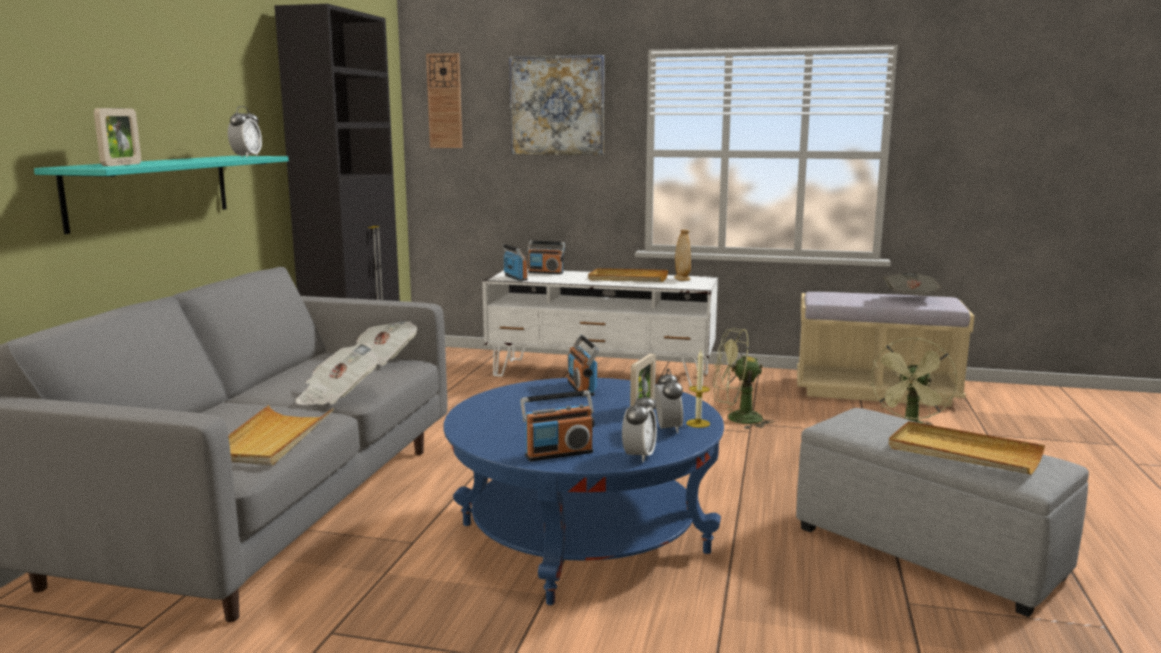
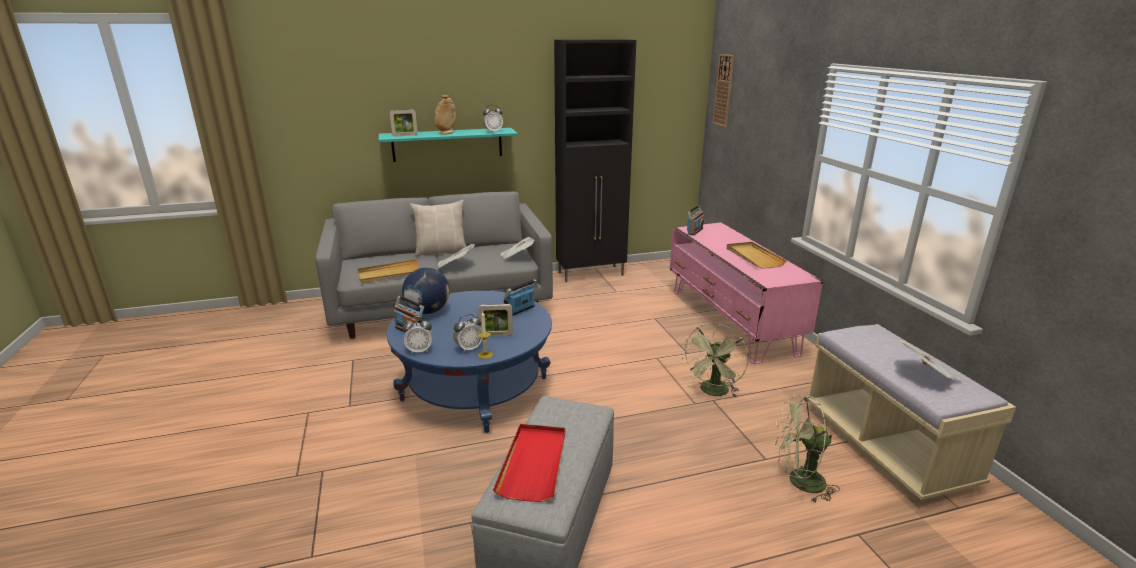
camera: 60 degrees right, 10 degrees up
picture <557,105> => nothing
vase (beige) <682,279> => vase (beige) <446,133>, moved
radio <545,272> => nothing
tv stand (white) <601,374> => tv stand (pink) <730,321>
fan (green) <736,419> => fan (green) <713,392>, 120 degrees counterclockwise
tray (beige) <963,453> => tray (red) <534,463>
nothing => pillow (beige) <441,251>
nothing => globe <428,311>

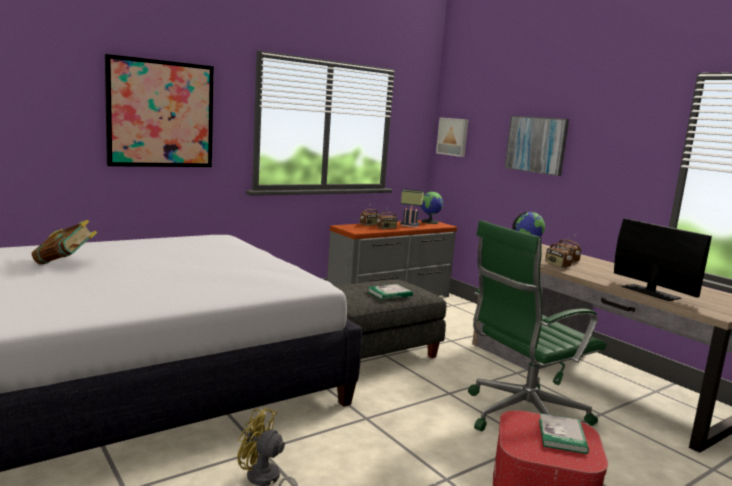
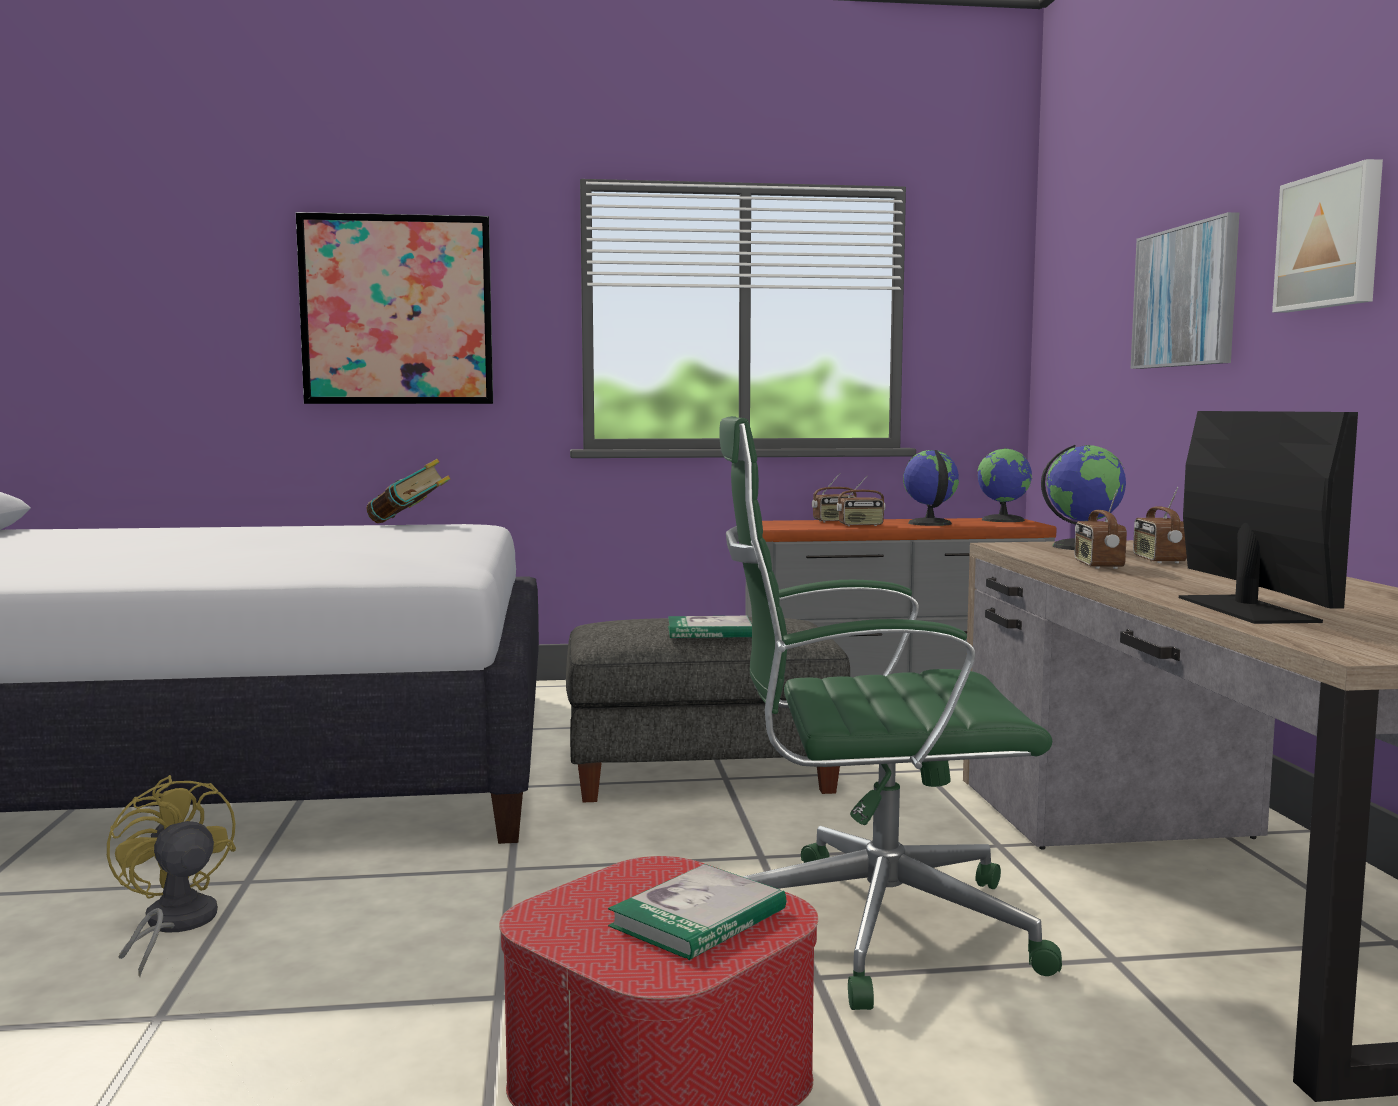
camera: 30 degrees right, 5 degrees down
picture <453,136> => picture <1331,240>, moved
table lamp <408,226> => globe <929,523>
book <65,263> => book <409,523>, moved

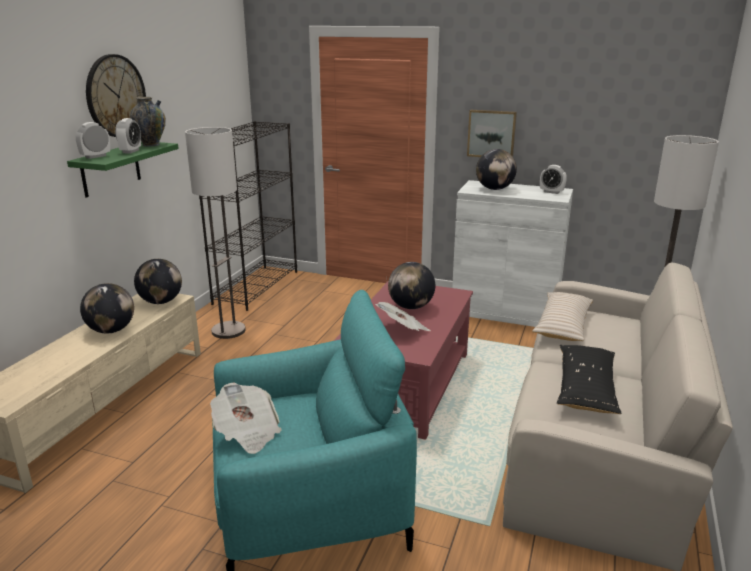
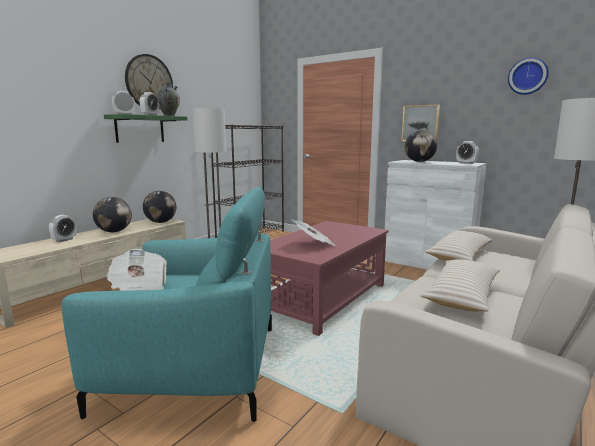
camera: 15 degrees right, 10 degrees down
globe <411,307> => nothing
pillow (black) <585,388> => pillow (beige) <462,295>
nothing => wall clock <528,76>
nothing => alarm clock <64,240>

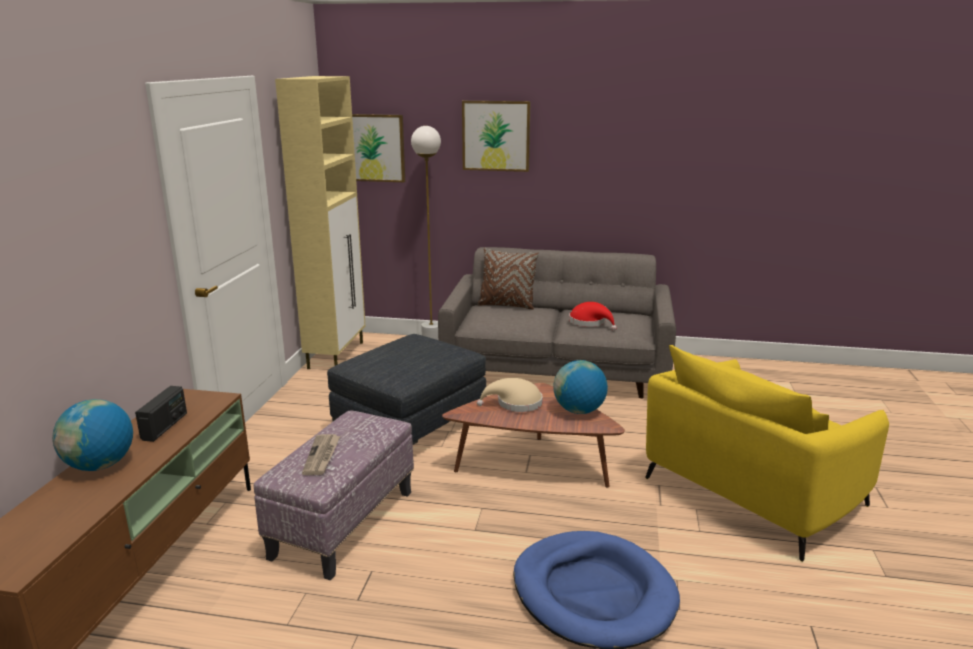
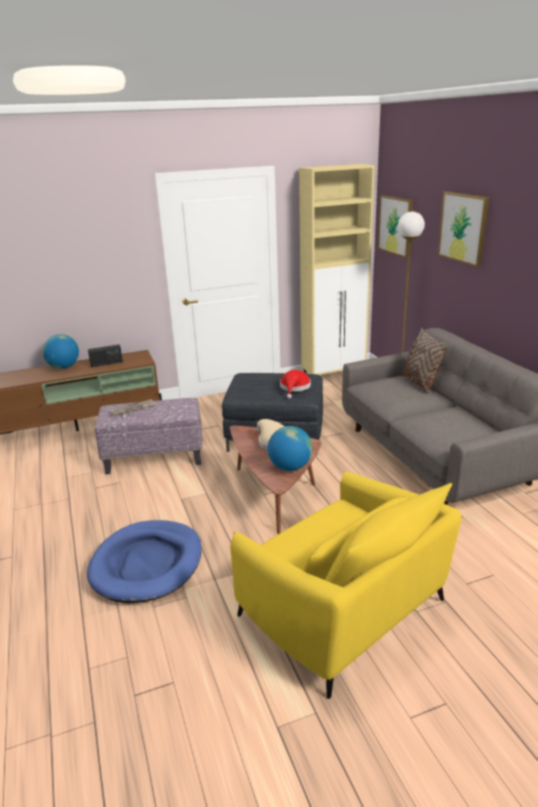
camera: 60 degrees right, 5 degrees up
hat (red) <590,322> => hat (red) <294,387>, moved
armchair (yellow) <750,492> => armchair (yellow) <342,610>, 150 degrees counterclockwise

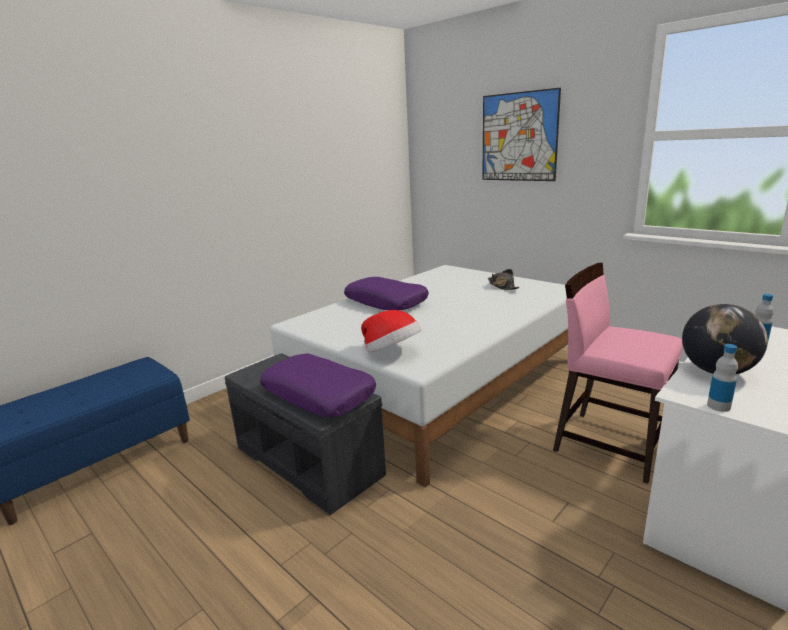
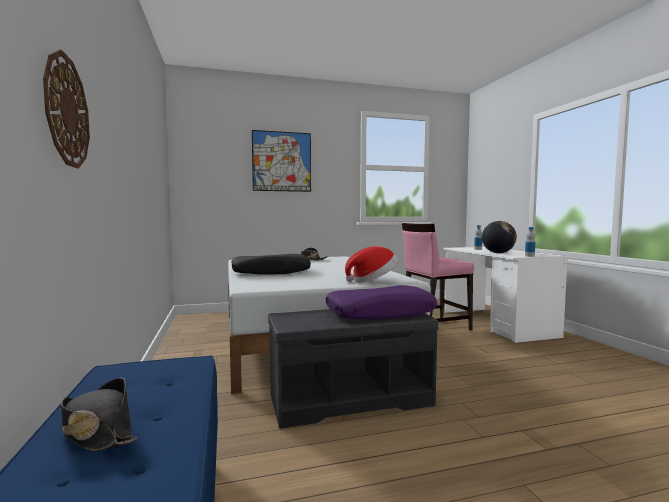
camera: 60 degrees left, 15 degrees down
pillow (purple) <386,302> => pillow (black) <271,272>
nothing => wall clock <66,111>
nothing => hat (black) <97,430>

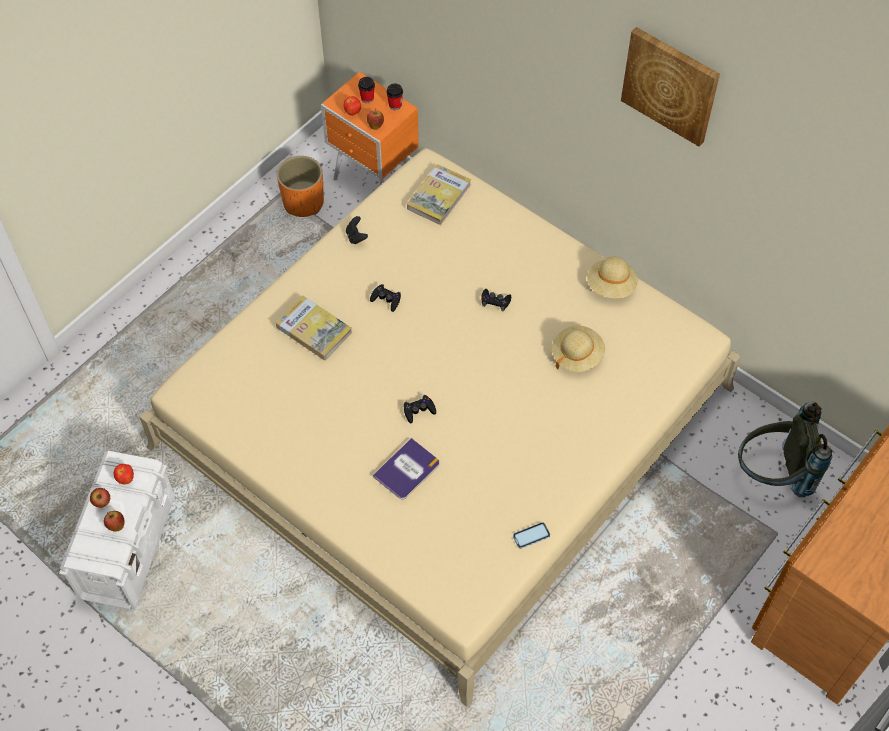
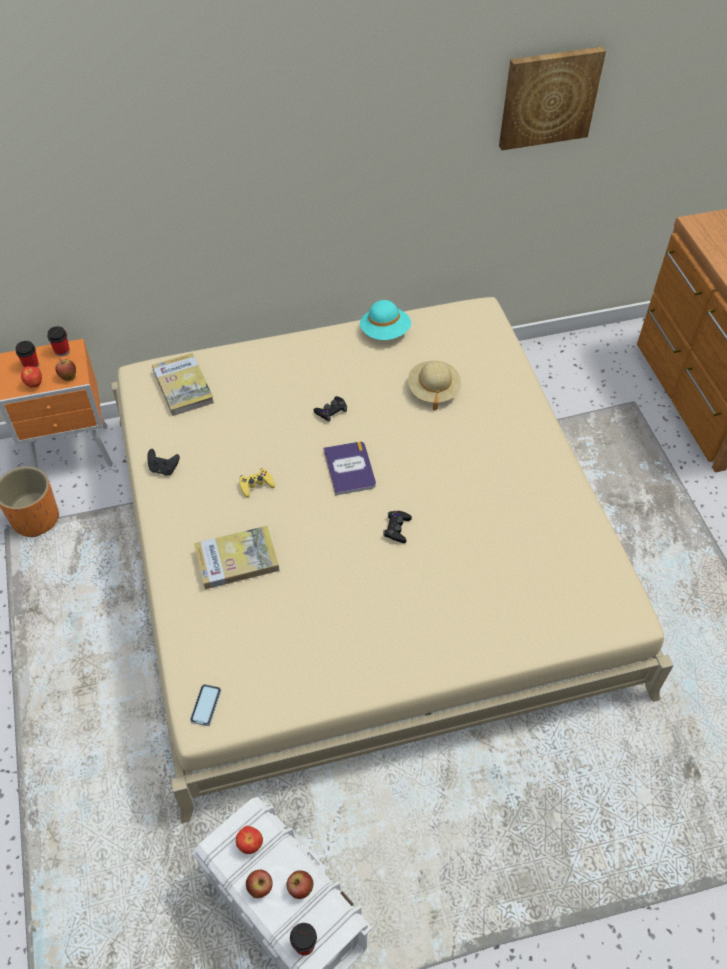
camera: 55 degrees left, 5 degrees down
picture <670,85> => picture <549,97>, moved
hat (beige) <611,286> => hat (turquoise) <385,332>
game controller (black) <386,299> => game controller (yellow) <256,485>
backpack (grey) <772,475> => nothing
book <407,470> => book <349,468>, moved
phone <531,536> => phone <206,705>, moved
nothing => cup <304,944>

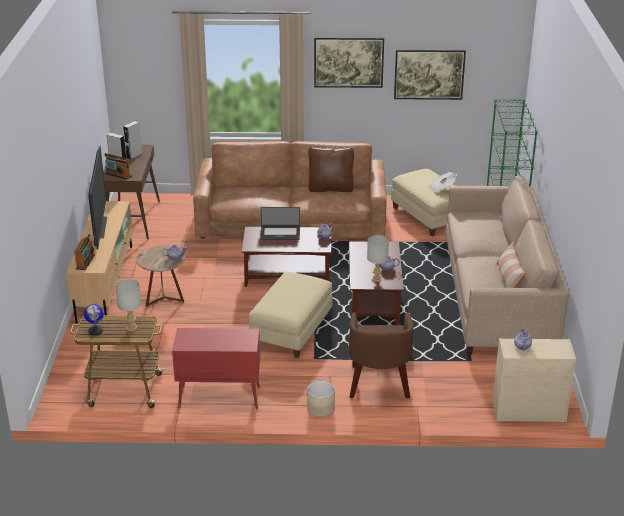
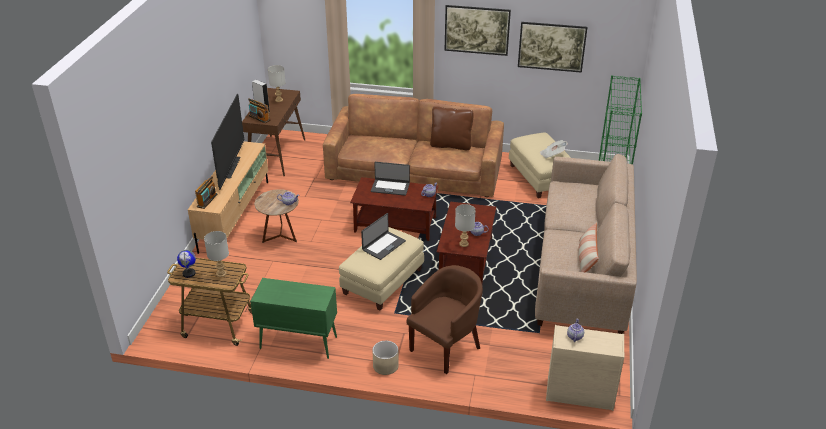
camera: 10 degrees right, 5 degrees up
speaker (grey) <134,156> => table lamp (grey) <279,100>
armchair (brown) <378,384> => armchair (brown) <446,347>, 150 degrees counterclockwise
cabinet (red) <218,397> => cabinet (green) <297,342>
nothing => laptop <383,245>

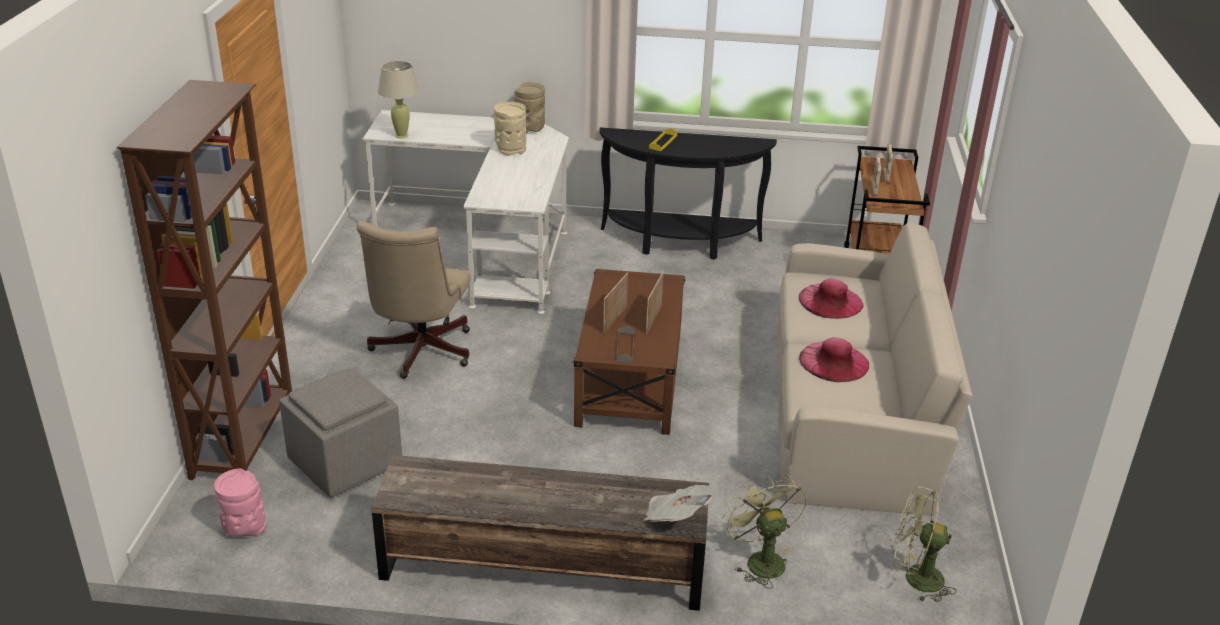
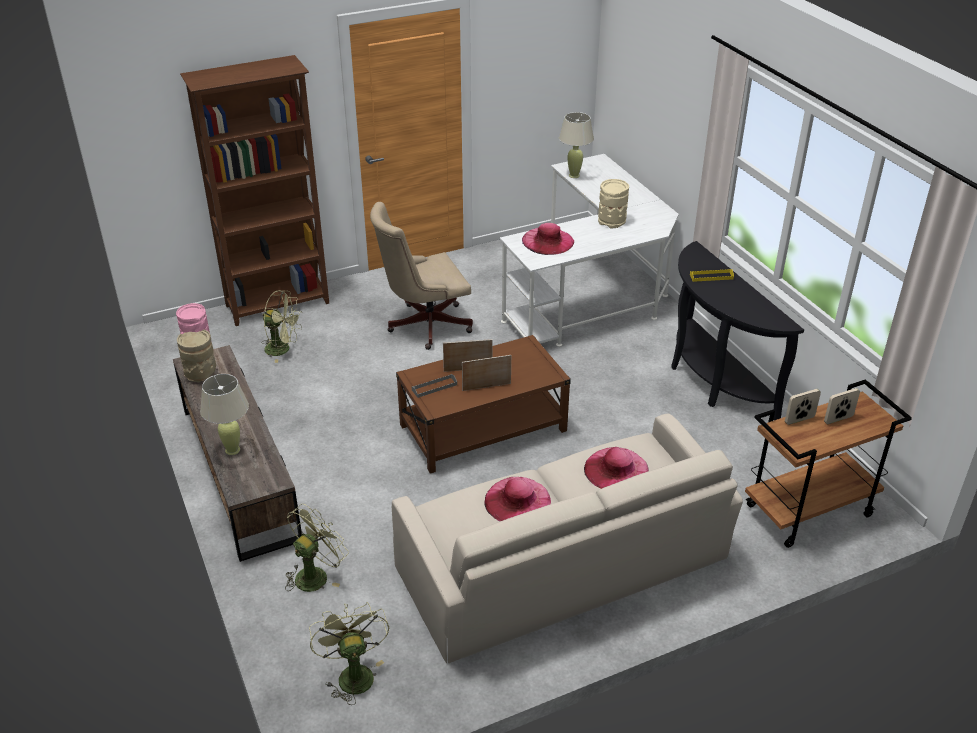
camera: 60 degrees right, 5 degrees up
vase (beige) <530,128> => vase (beige) <201,375>, moved
ottoman (grey) <344,462> => fan (green) <283,349>
newspaper <676,517> => nothing
nothing => hat (pink) <548,241>
nothing => table lamp (beige) <232,450>

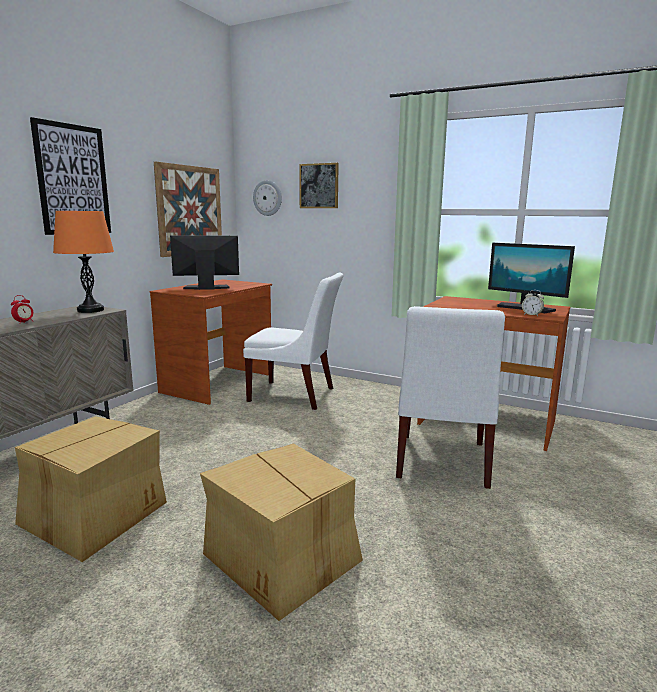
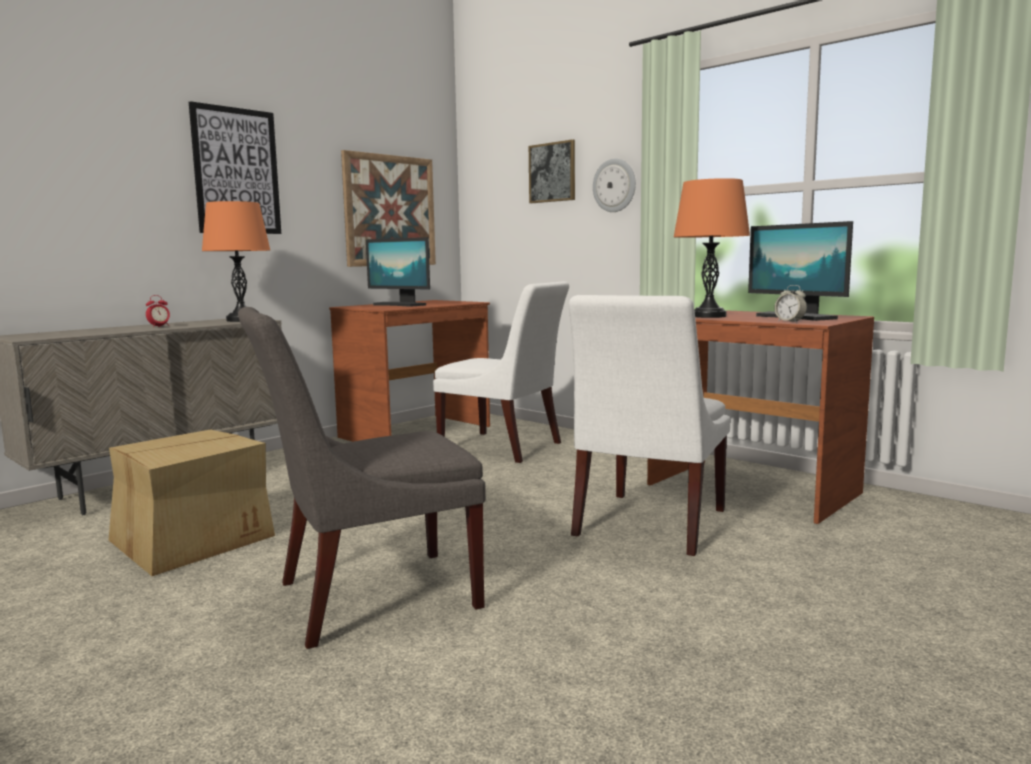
camera: 15 degrees right, 5 degrees down
wall clock <267,198> => wall clock <614,185>, moved
monitor <206,288> => monitor <400,305>, 150 degrees counterclockwise
cardboard box <283,559> => chair (grey) <368,596>
nothing => table lamp (orange) <709,316>

